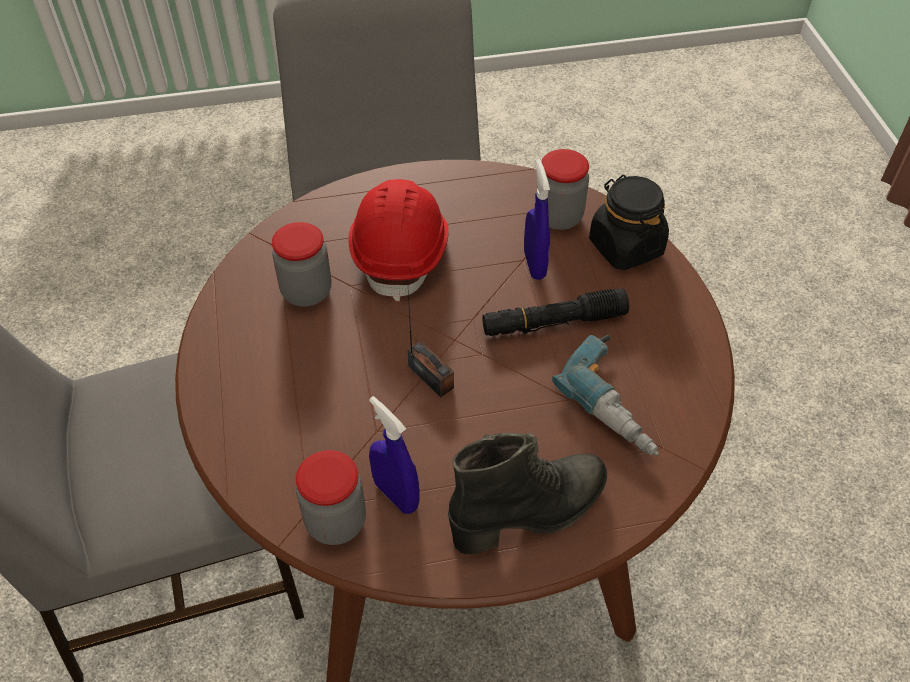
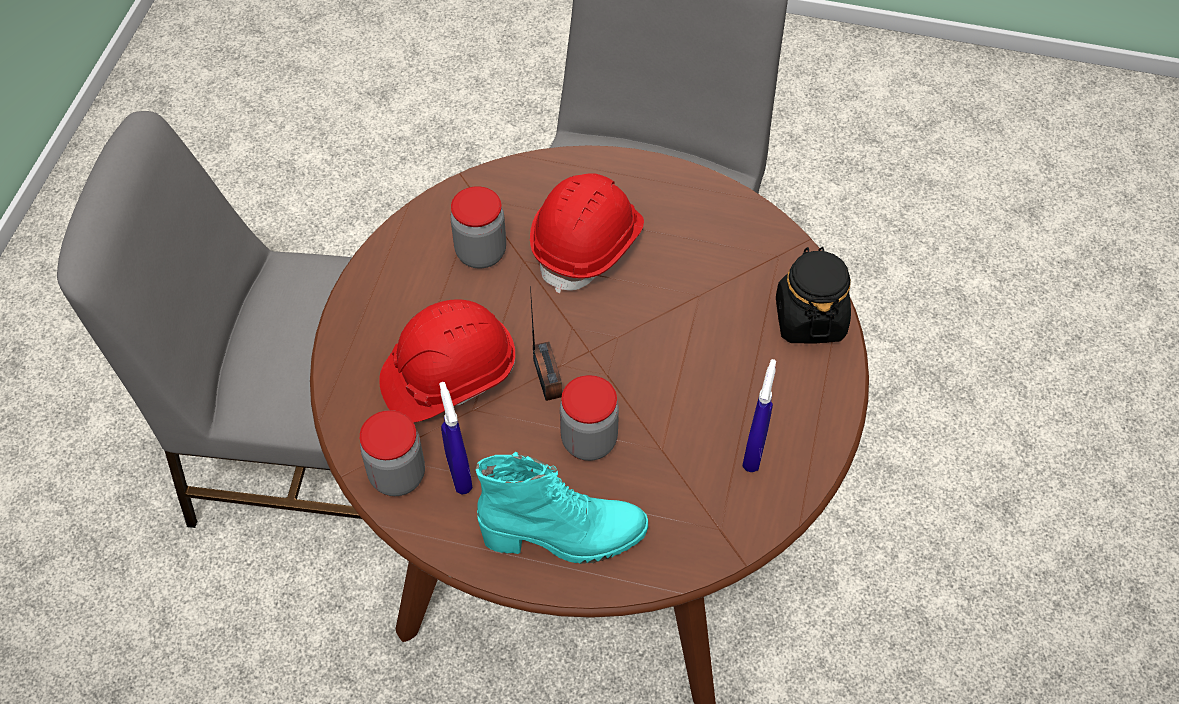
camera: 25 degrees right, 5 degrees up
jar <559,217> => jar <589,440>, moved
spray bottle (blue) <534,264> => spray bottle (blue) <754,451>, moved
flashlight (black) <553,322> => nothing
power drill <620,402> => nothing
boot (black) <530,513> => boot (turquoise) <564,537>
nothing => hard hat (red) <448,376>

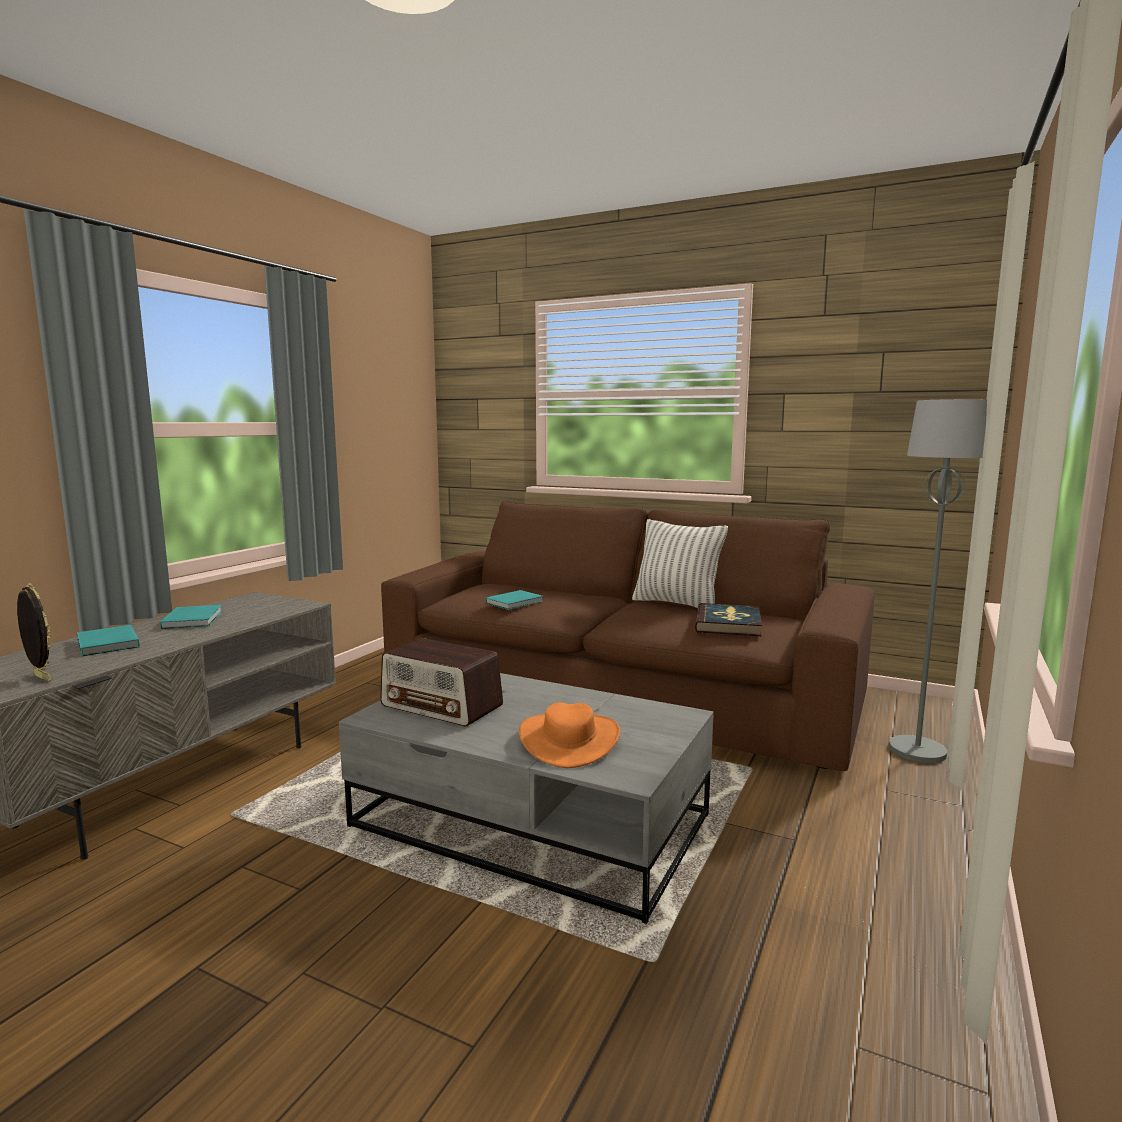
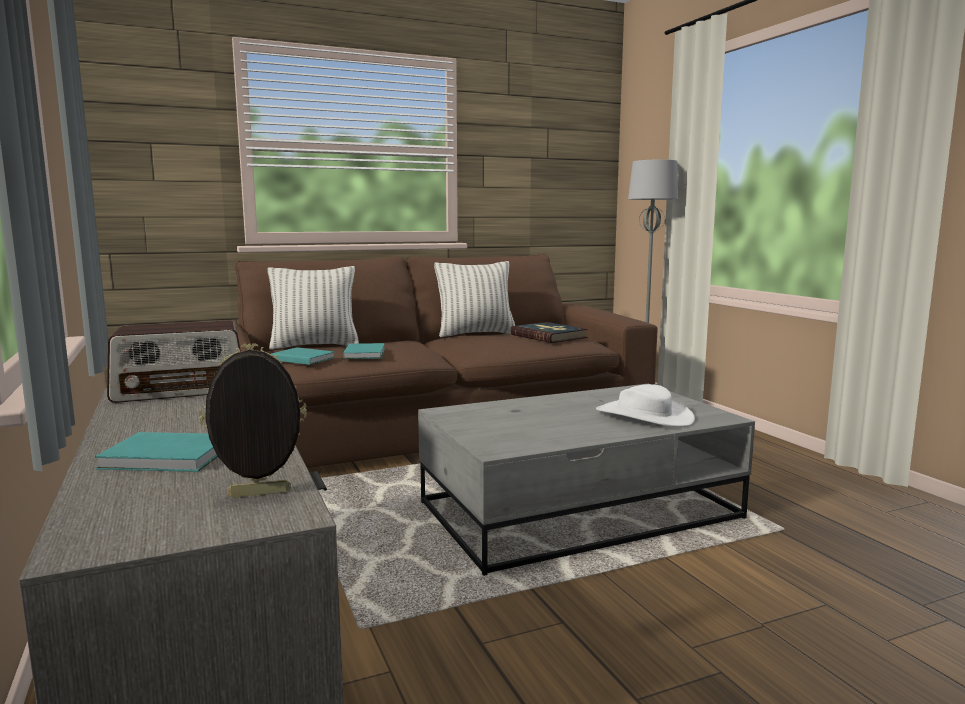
camera: 50 degrees left, 0 degrees up
book (turquoise) <194,619> => book (turquoise) <302,358>, moved
radio <442,706> => radio <182,390>, moved
hat (orange) <569,740> => hat (white) <644,416>
nothing => pillow <315,346>

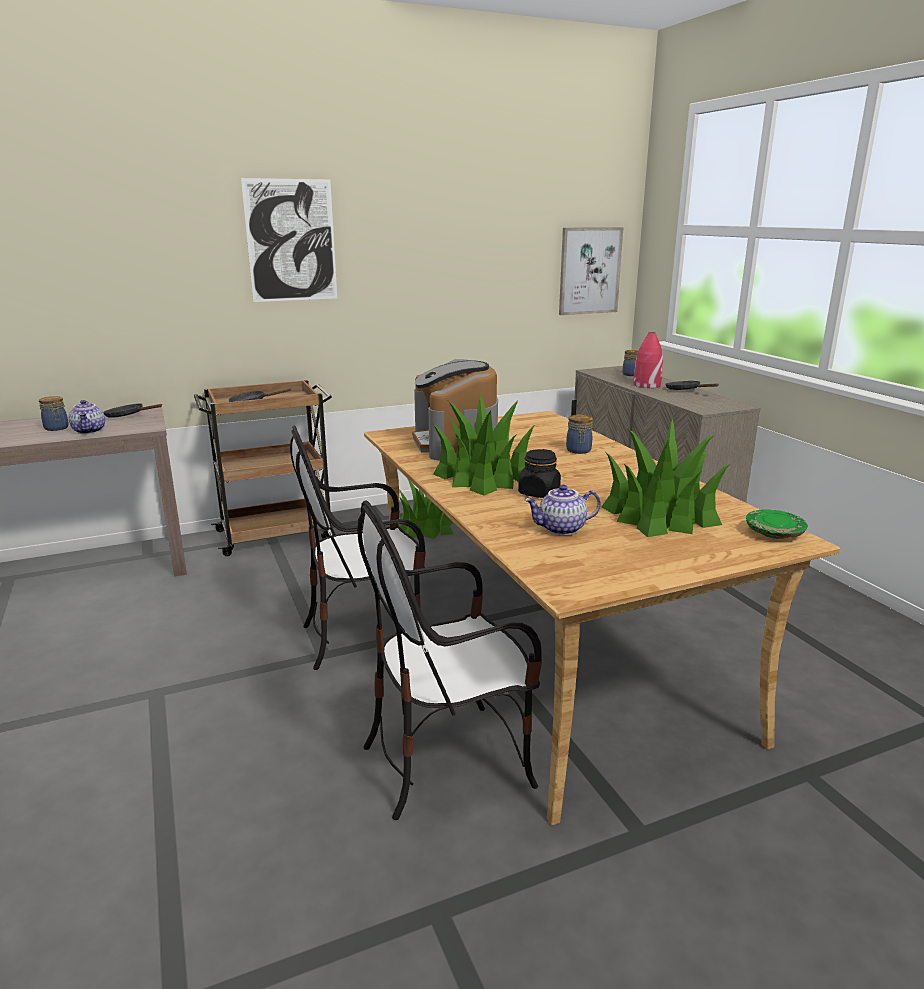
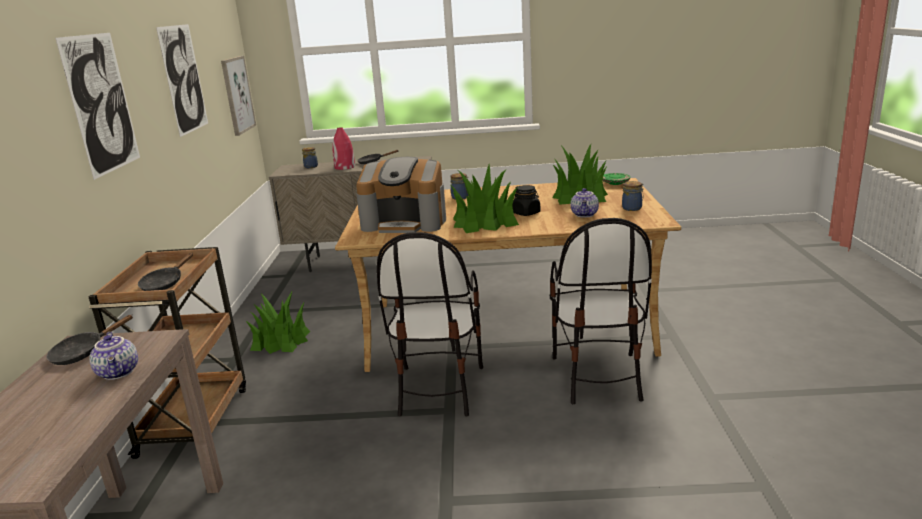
camera: 65 degrees left, 0 degrees up
jar <57,428> => jar <632,208>, moved
teapot <90,431> => teapot <119,372>, 60 degrees clockwise
nothing => picture <184,79>

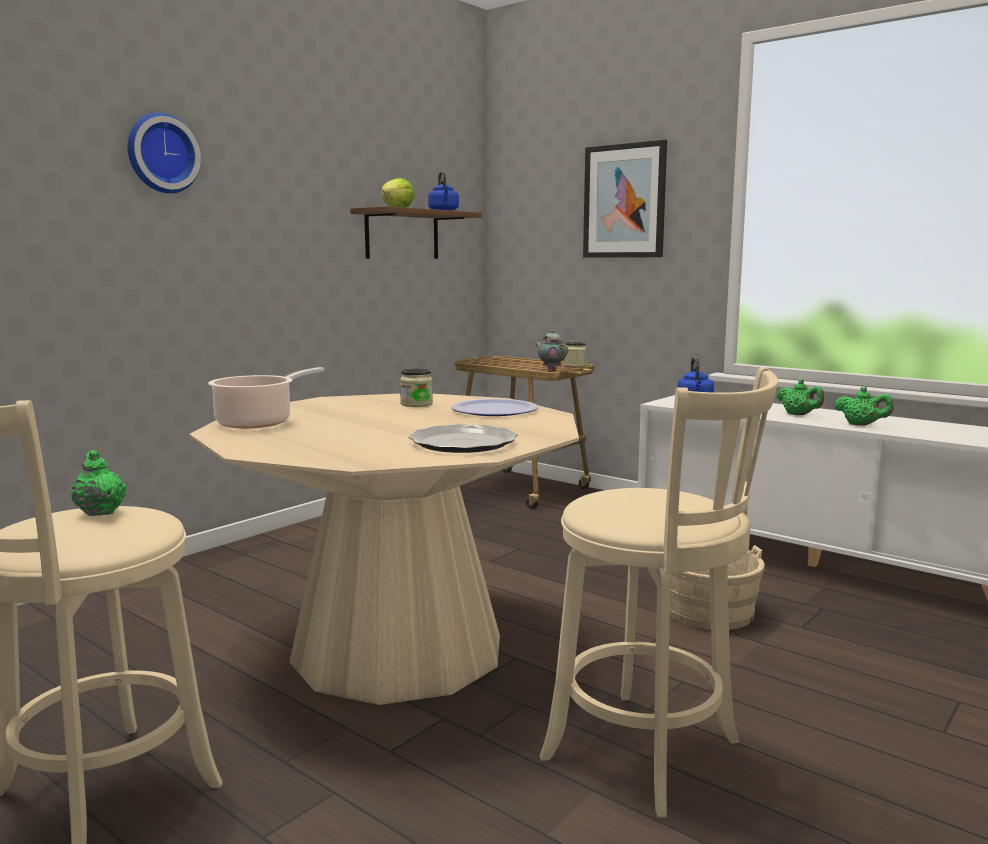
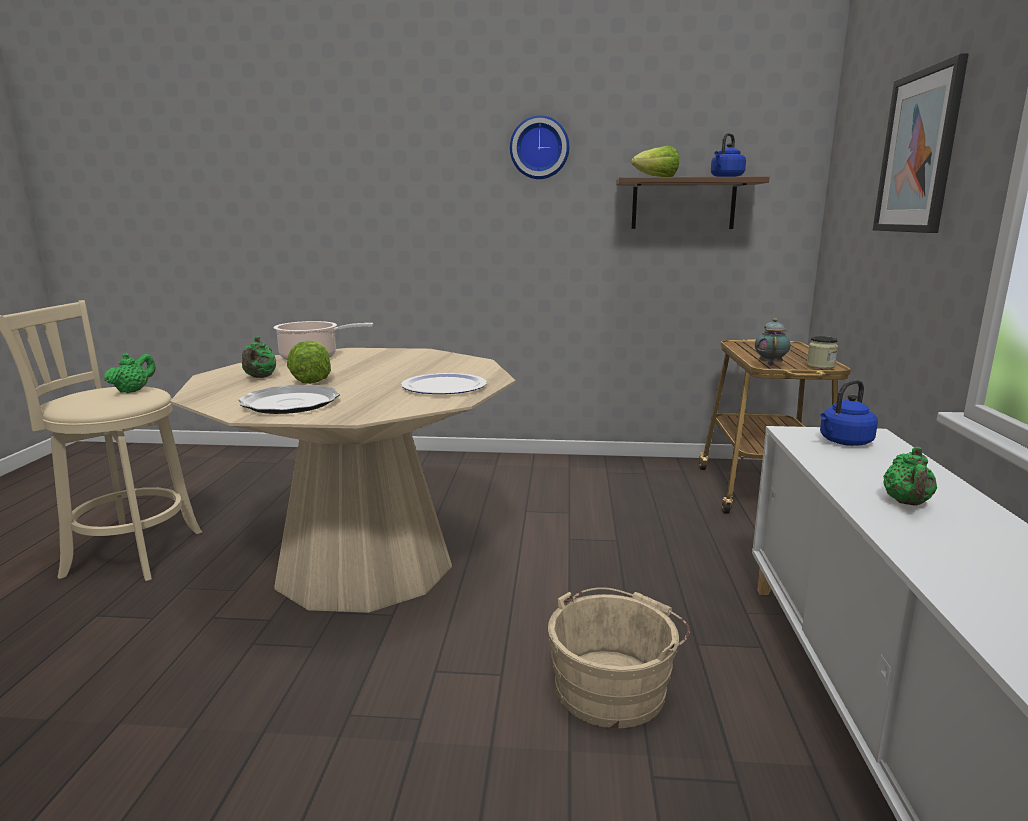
camera: 55 degrees right, 5 degrees up
wall clock <161,154> => wall clock <539,148>, moved
stool (beige) <650,754> => nothing
jar <416,404> => nothing
teapot (green) <861,425> => teapot (green) <260,377>, moved
nothing => lettuce <312,379>

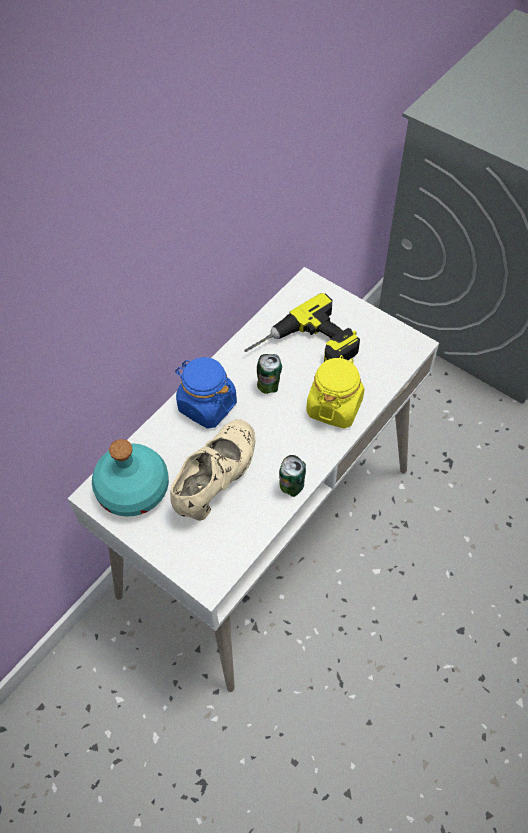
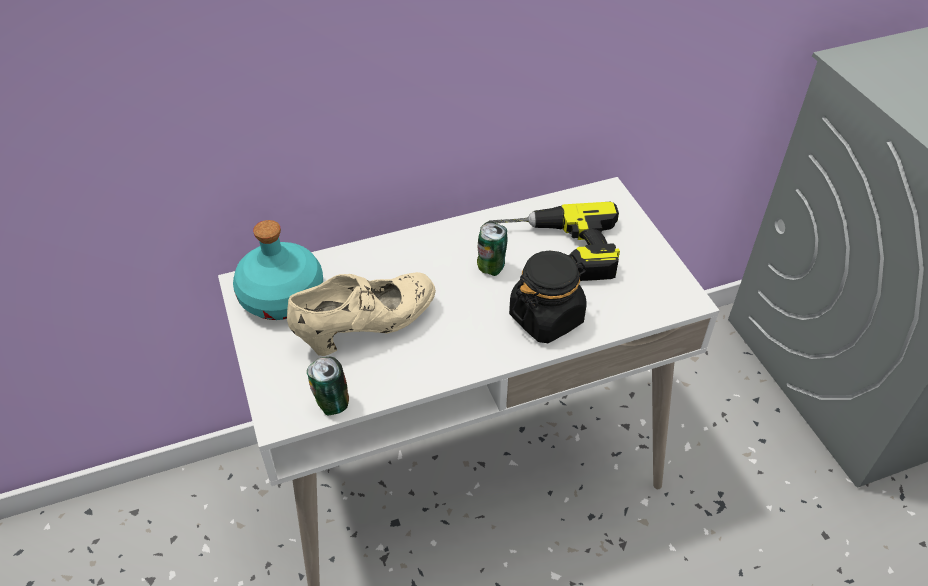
camera: 30 degrees right, 10 degrees down
jar (yellow) <334,406> => jar (black) <546,318>
jar (blue) <207,406> => nothing
can <291,488> => can <332,404>, moved

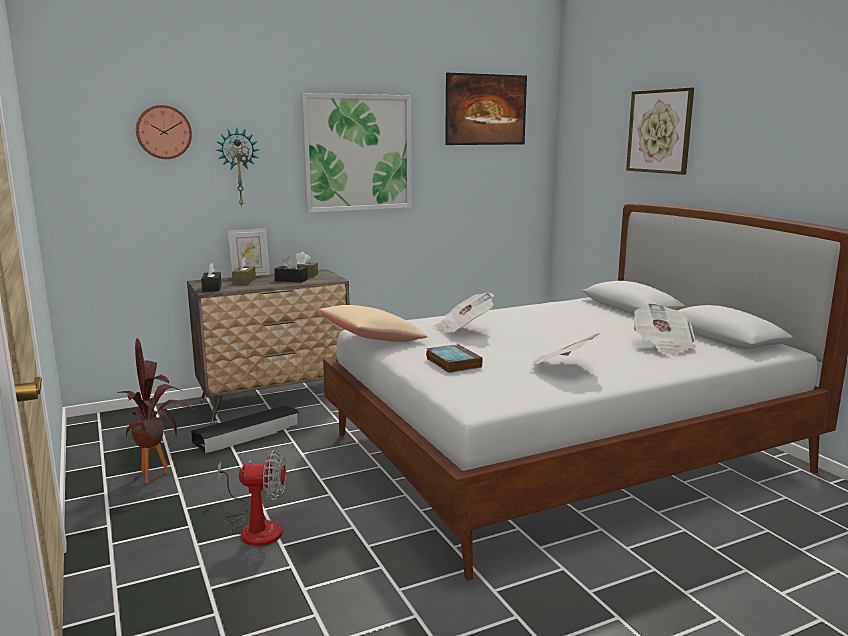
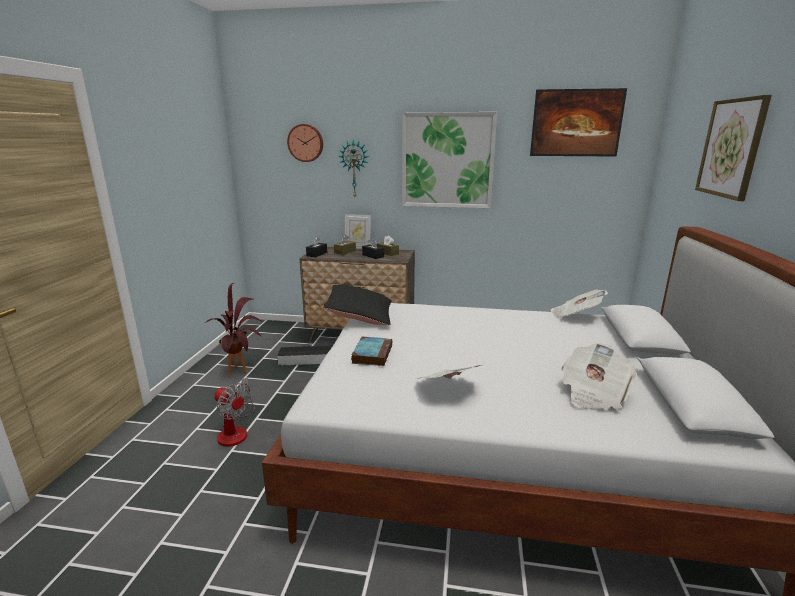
camera: 35 degrees right, 5 degrees up
newspaper <463,328> => newspaper <575,315>, moved
pillow (beige) <372,339> => pillow (black) <360,316>

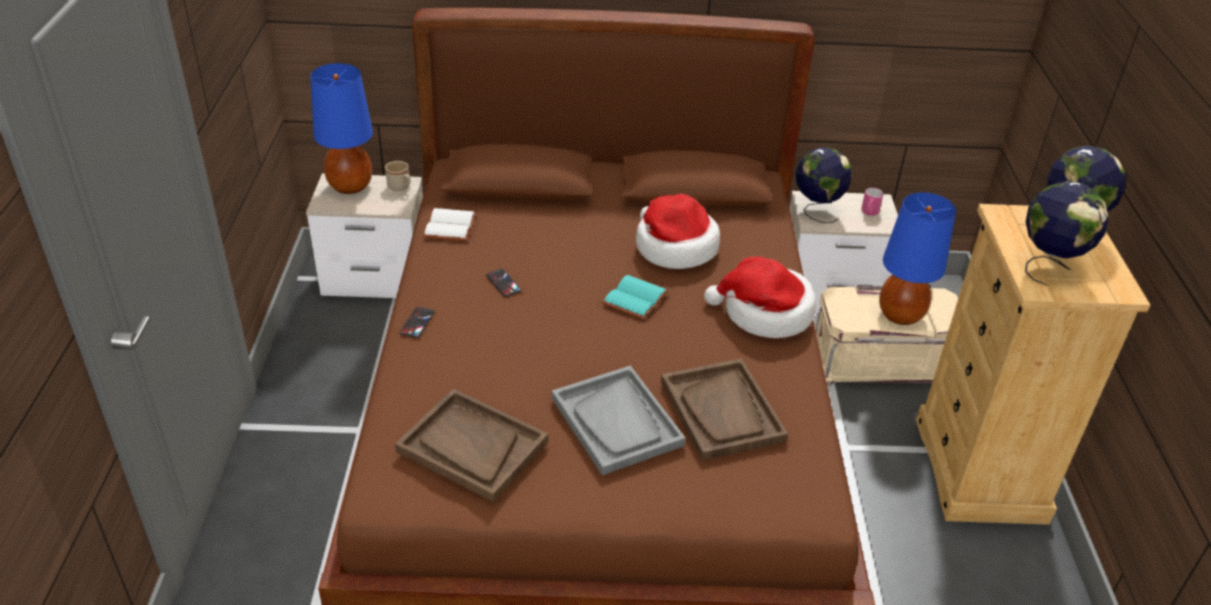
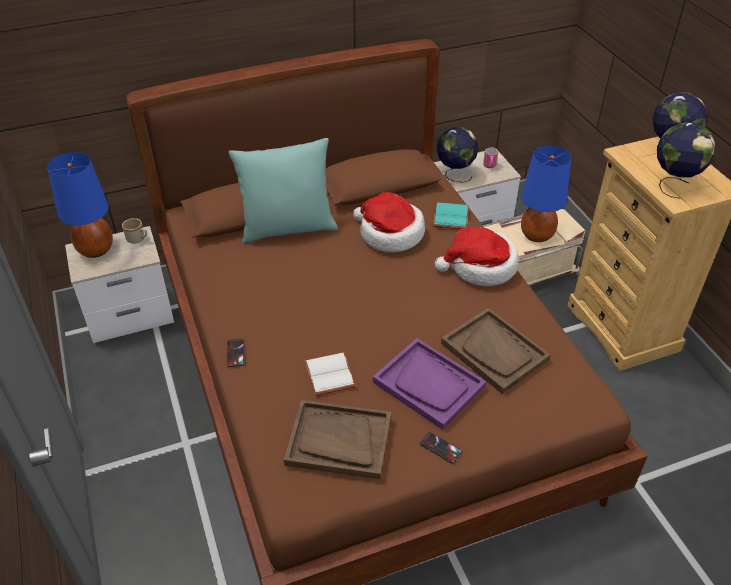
camera: 20 degrees left, 5 degrees up
book (white) <451,227> => book (white) <331,374>, moved
phone <503,283> => phone <440,448>, moved
book (turquoise) <634,297> => book (turquoise) <449,216>, moved
tray (grey) <617,422> => tray (purple) <429,384>
nothing => pillow (turquoise) <288,228>

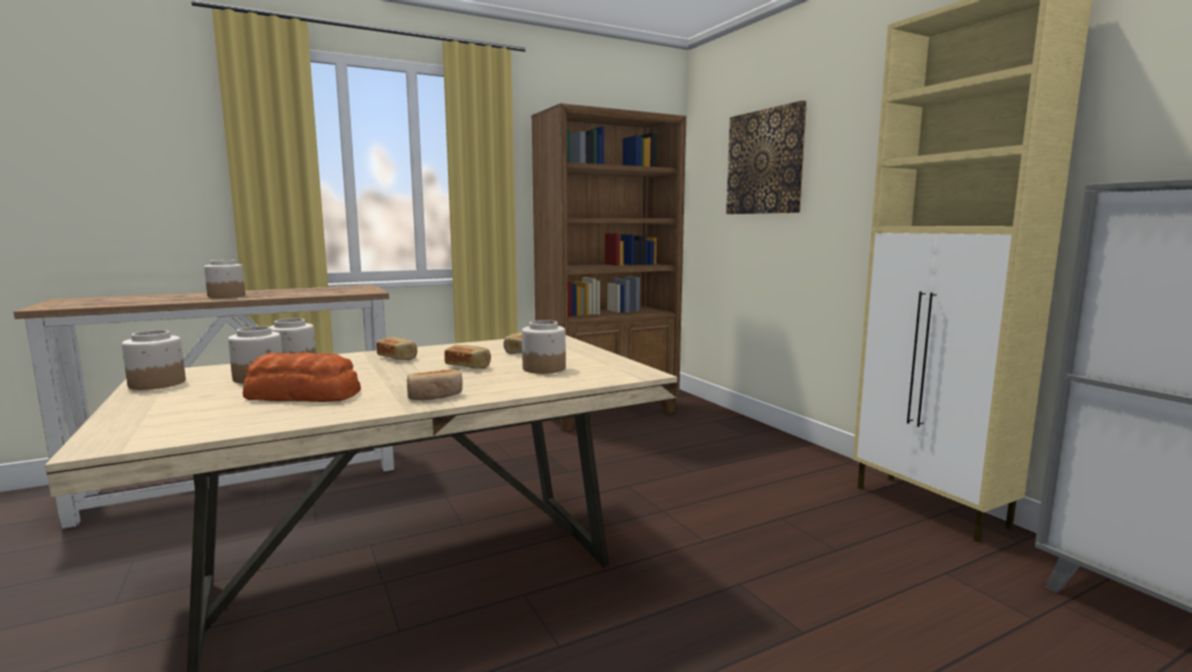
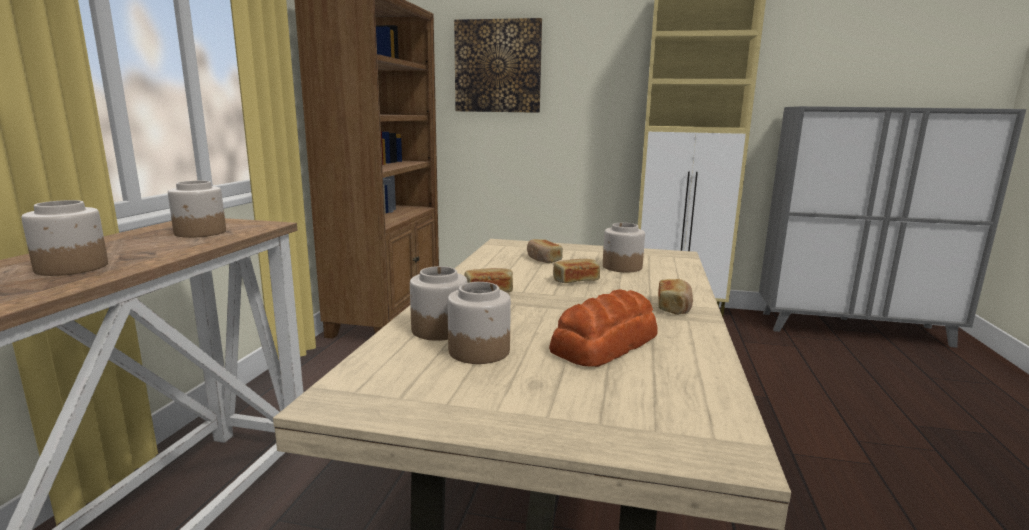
camera: 50 degrees left, 5 degrees up
jar <156,384> => jar <200,233>, moved

